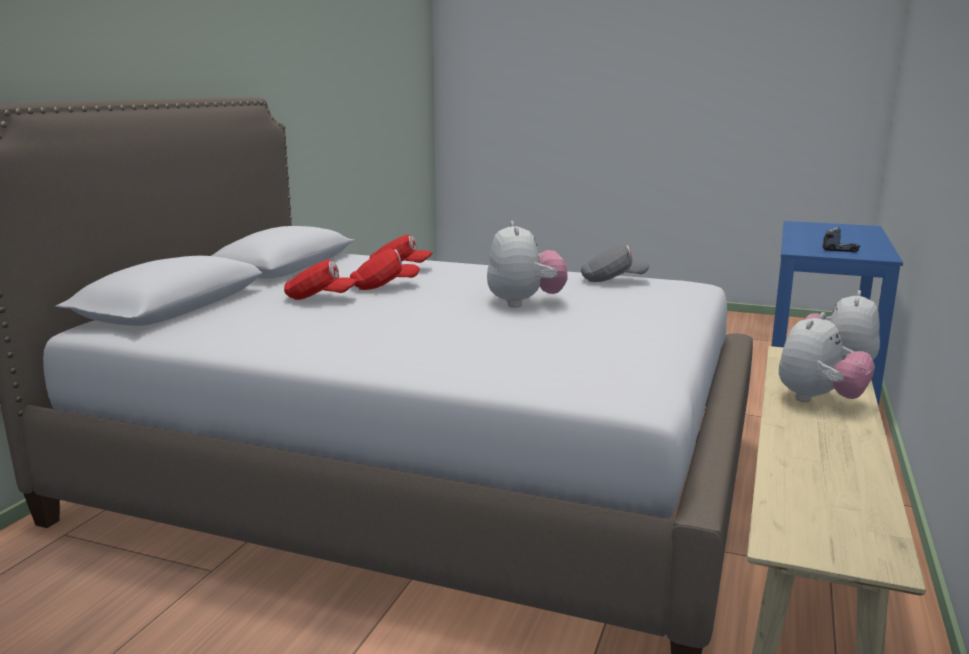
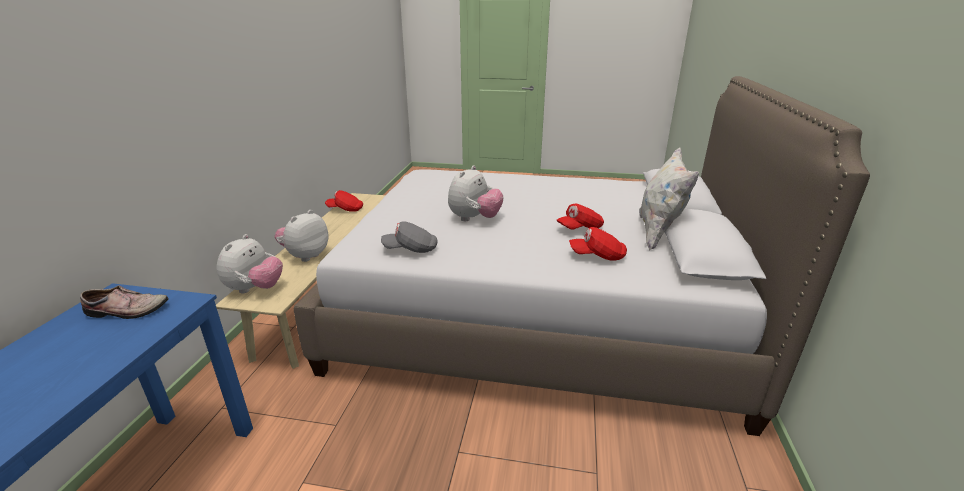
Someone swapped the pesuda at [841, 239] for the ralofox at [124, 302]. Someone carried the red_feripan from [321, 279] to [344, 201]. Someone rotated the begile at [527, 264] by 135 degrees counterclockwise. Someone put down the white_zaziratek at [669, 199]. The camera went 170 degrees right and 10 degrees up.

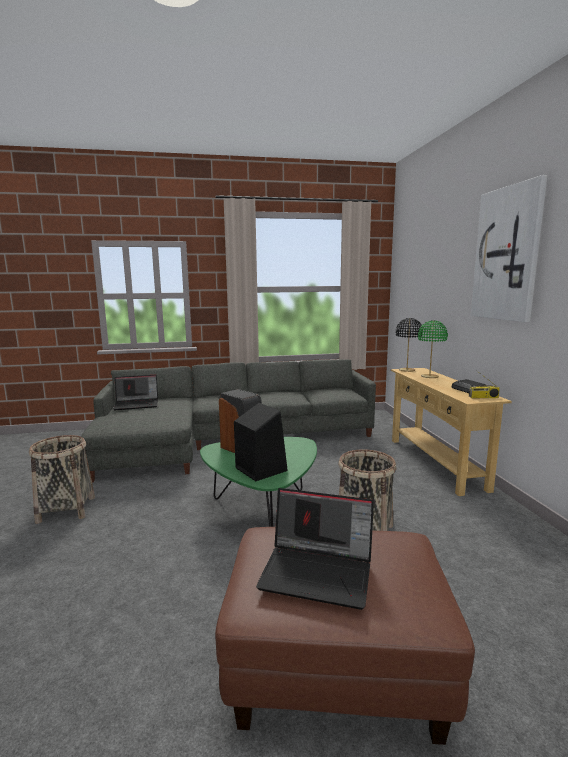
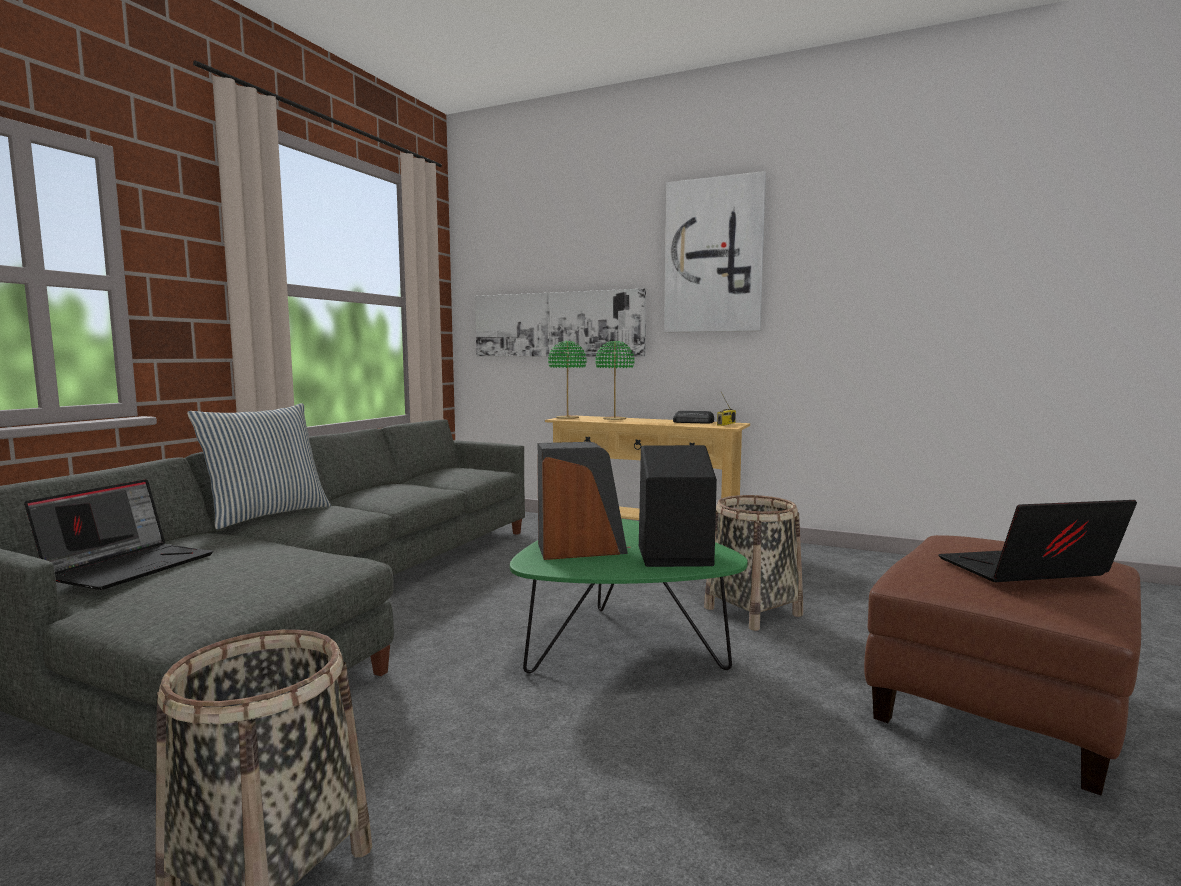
Someone put down the zaziratek at [259, 466]. Someone put up the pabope at [560, 322]. Someone repainted the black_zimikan at [409, 345], which became the green_zimikan at [567, 380]. Someone rotated the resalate at [315, 549] by 150 degrees counterclockwise. The camera went 55 degrees left and 5 degrees down.

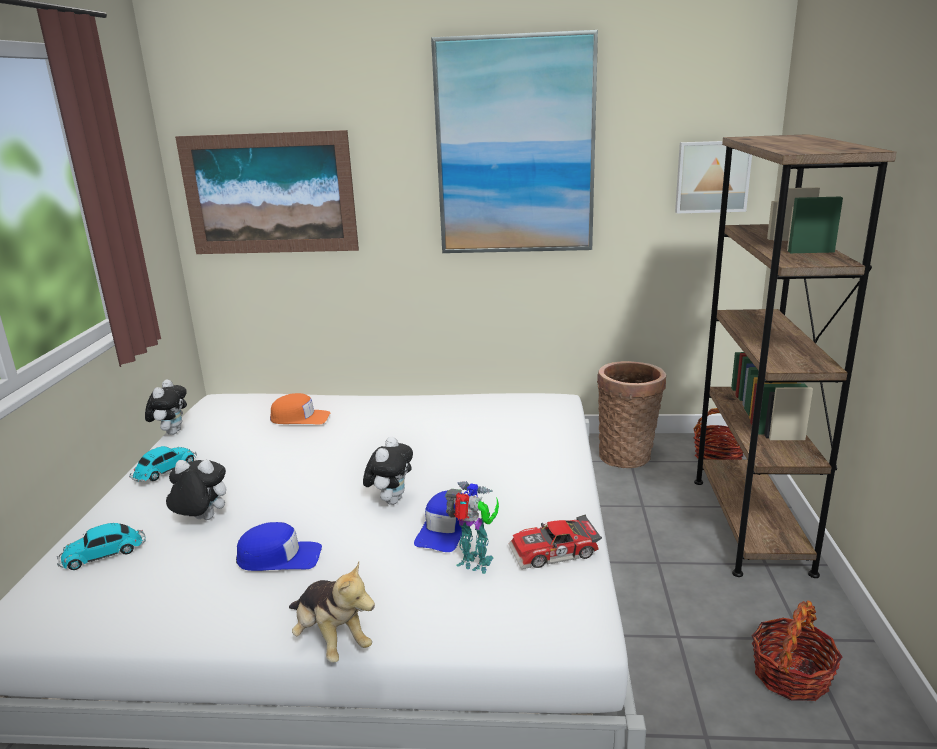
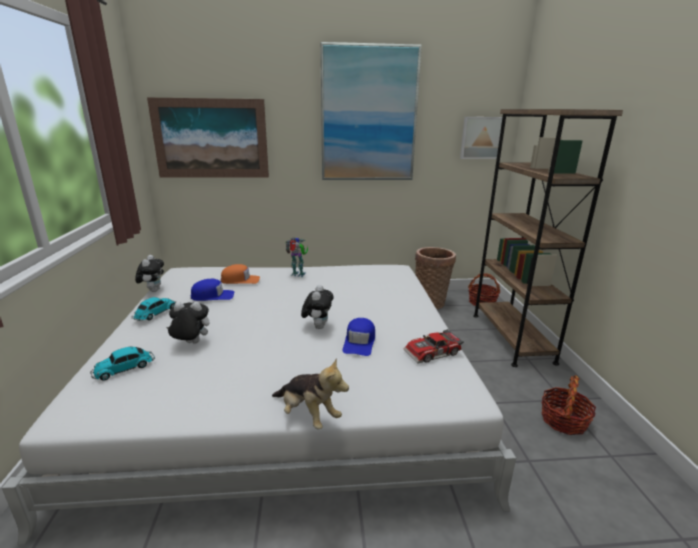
Someone carried the blue_feripan from [279, 546] to [212, 290]. Someone carried the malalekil from [471, 527] to [297, 257]. The camera went 10 degrees left and 0 degrees up.

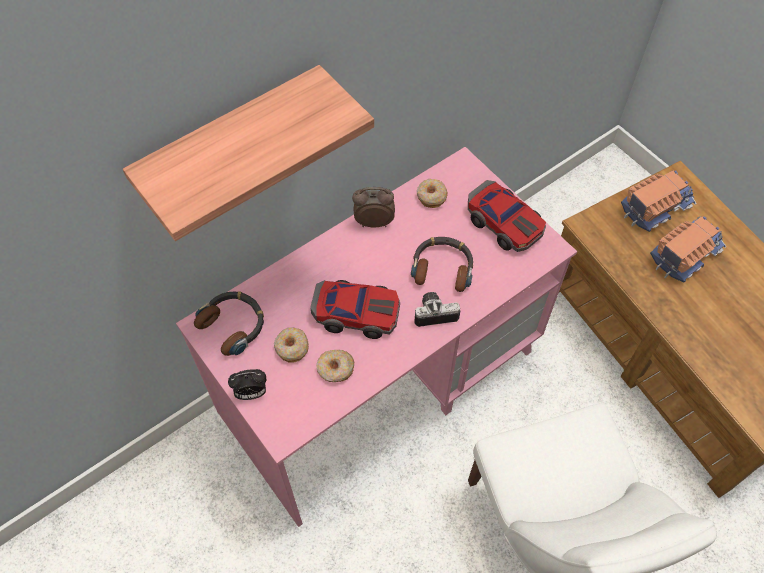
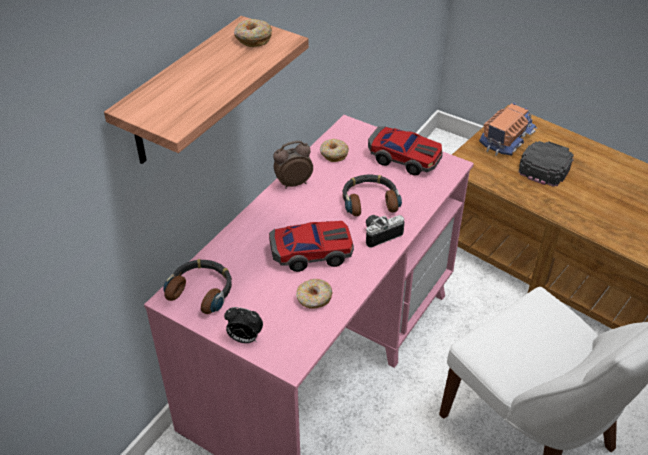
Someone rotated the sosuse at [247, 384] by 45 degrees clockwise. Someone carried the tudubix from [291, 345] to [253, 33]. Someone swapped the pesuda at [688, 249] for the black_feripan at [546, 164]. The camera went 20 degrees left and 15 degrees down.

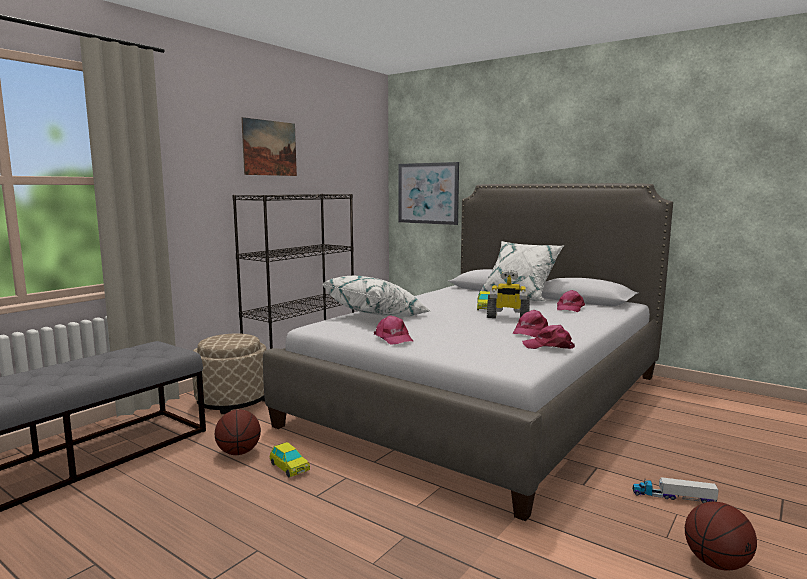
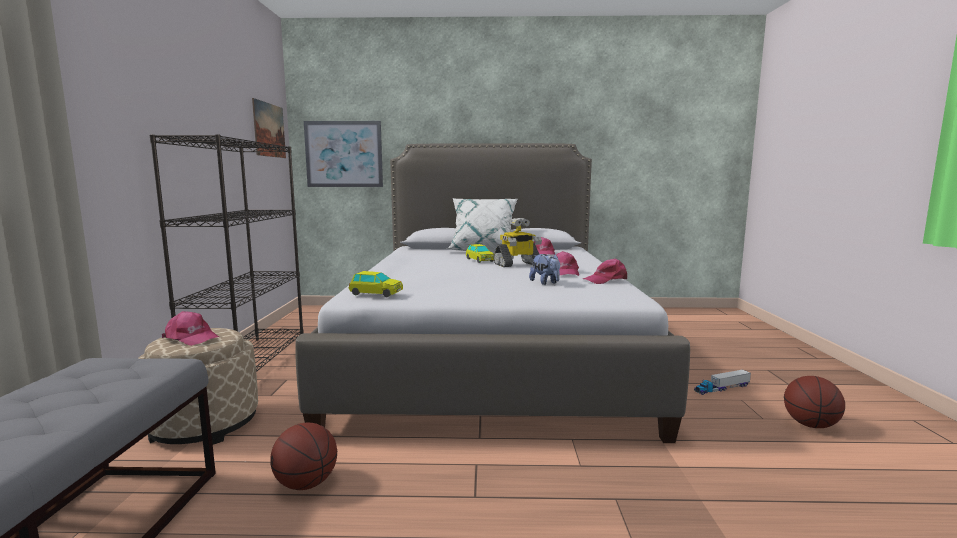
Someone carried the pink_feripan from [394, 330] to [190, 328]. Someone carried the pabope from [269, 146] to [269, 128]. Someone carried the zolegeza from [290, 459] to [376, 284]. Someone put down the begile at [544, 269]. Someone took away the white_zaziratek at [376, 296]. The camera went 35 degrees left and 0 degrees up.

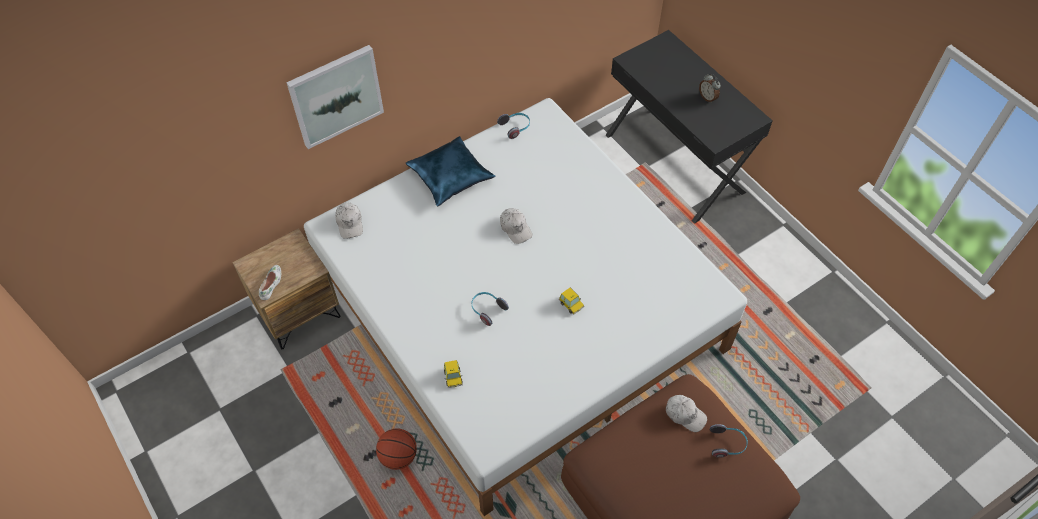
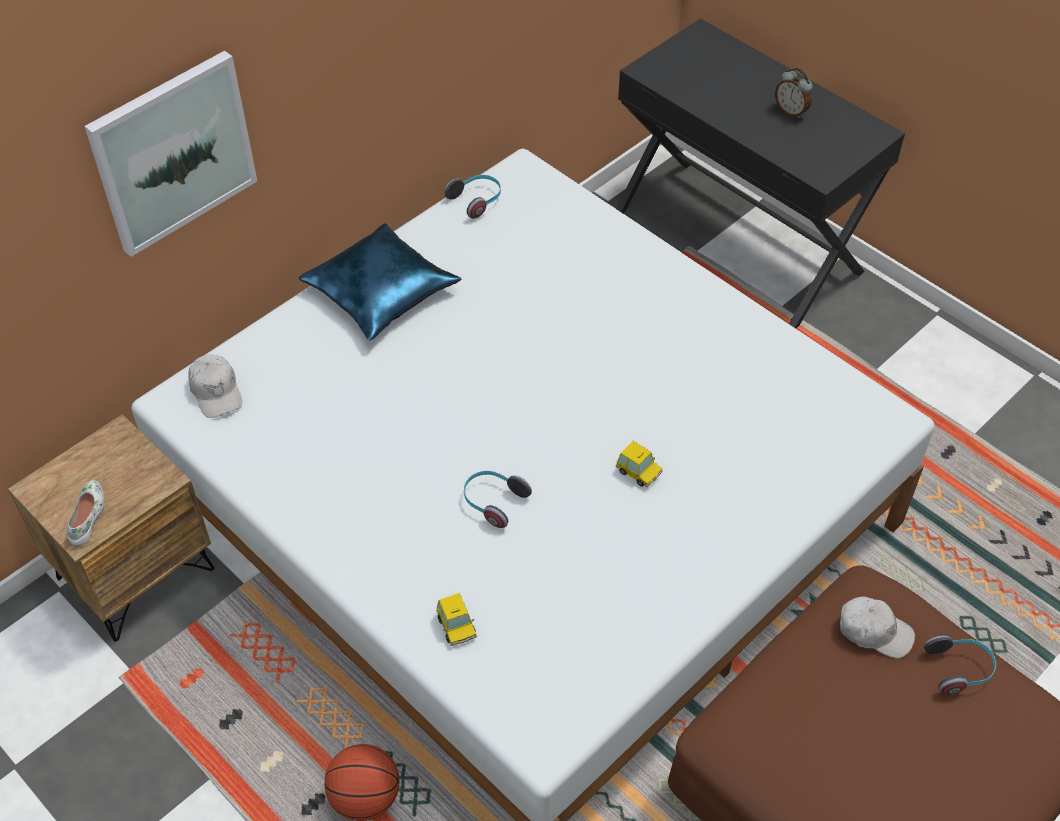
Someone took away the white_feripan at [516, 226]. The camera went 10 degrees left and 5 degrees down.

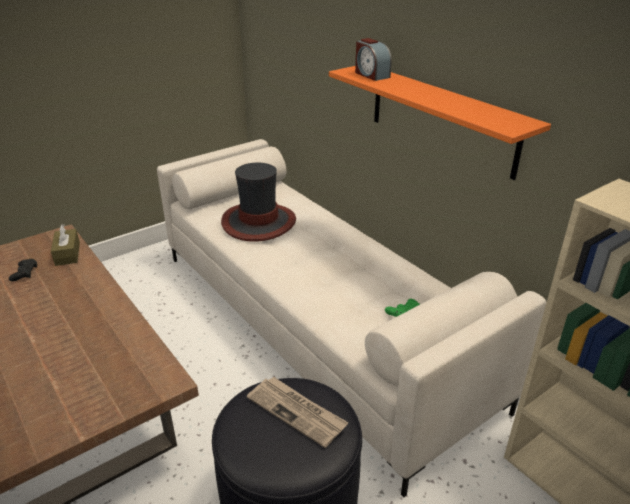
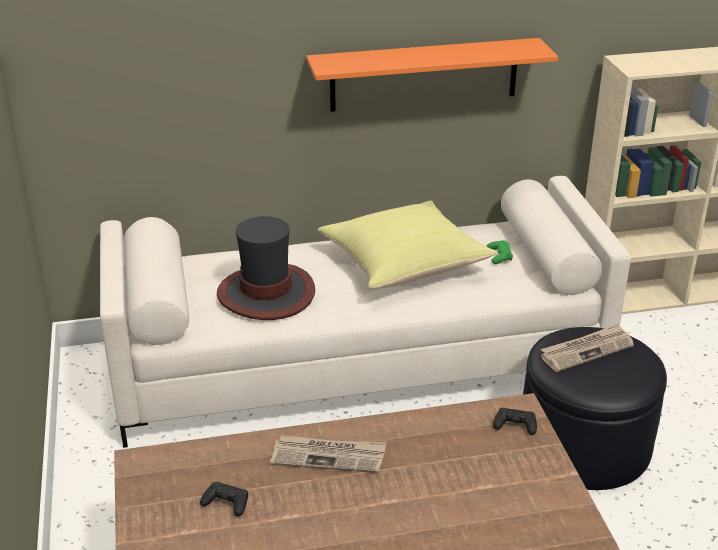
Someone put down the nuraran at [328, 454]. Someone put down the yellow_zaziratek at [407, 245]. Someone put down the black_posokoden at [515, 421]. Someone took away the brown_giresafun at [65, 245]. Someone took away the sosuse at [373, 59]. The camera went 65 degrees left and 0 degrees up.

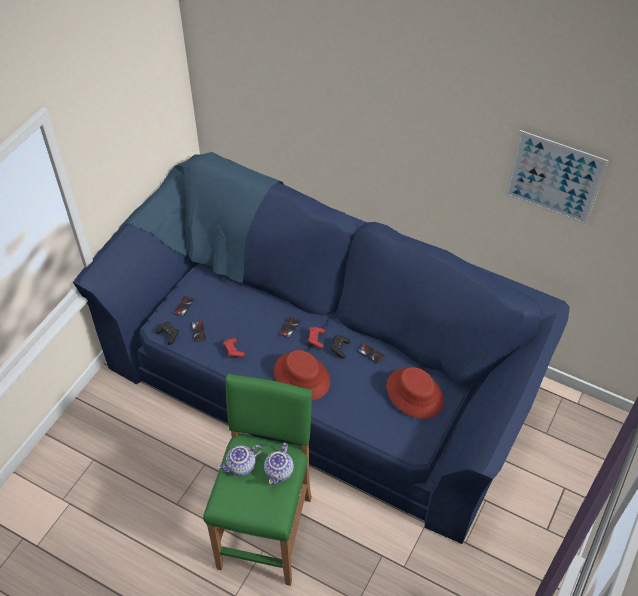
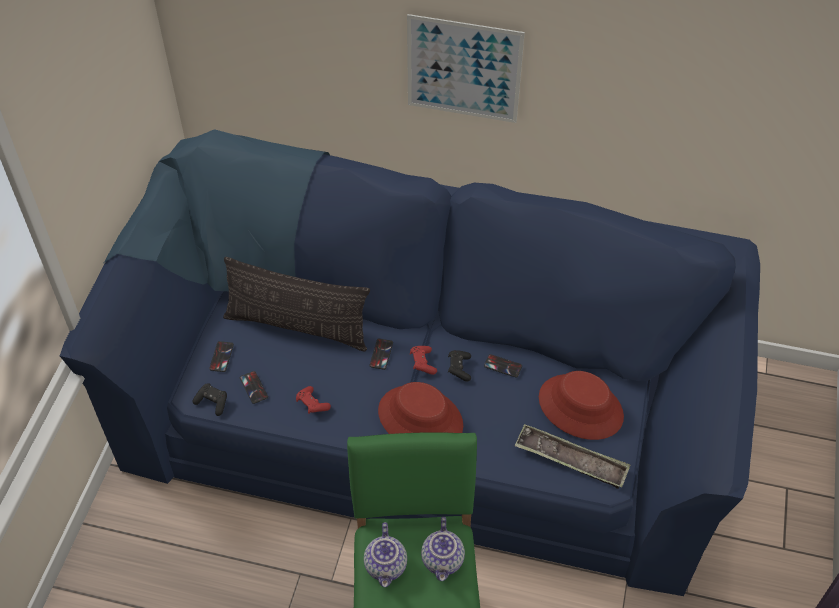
Someone put down the zaziratek at [296, 304]. Someone rotated the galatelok at [239, 460] by 45 degrees counterclockwise. Someone carried the pabope from [557, 177] to [466, 68]. Someone put down the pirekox at [573, 456]. The camera went 15 degrees left and 0 degrees up.

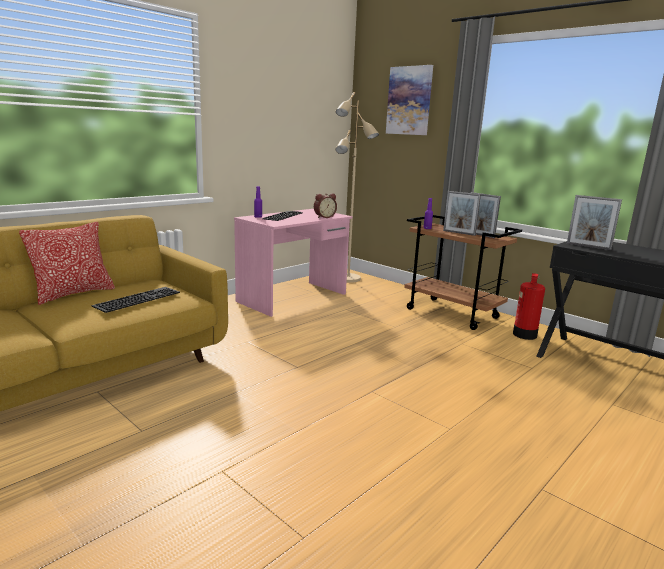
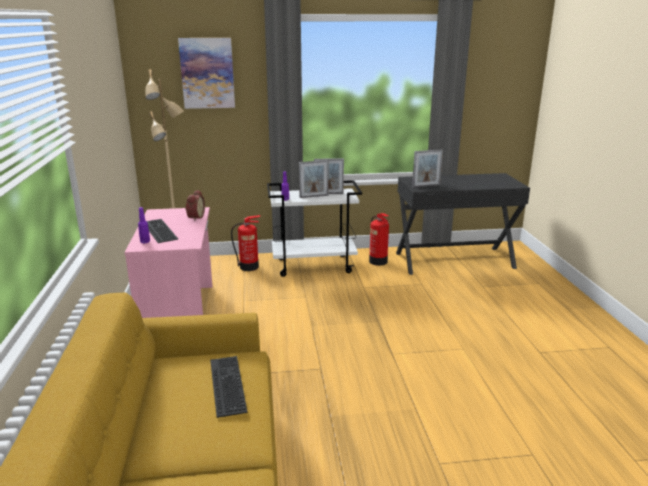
Someone put down the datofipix at [245, 243]. Someone repainted the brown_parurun at [463, 272], which became the white_parurun at [314, 228]. Someone took away the zaziratek at [67, 263]. The camera went 50 degrees left and 5 degrees up.

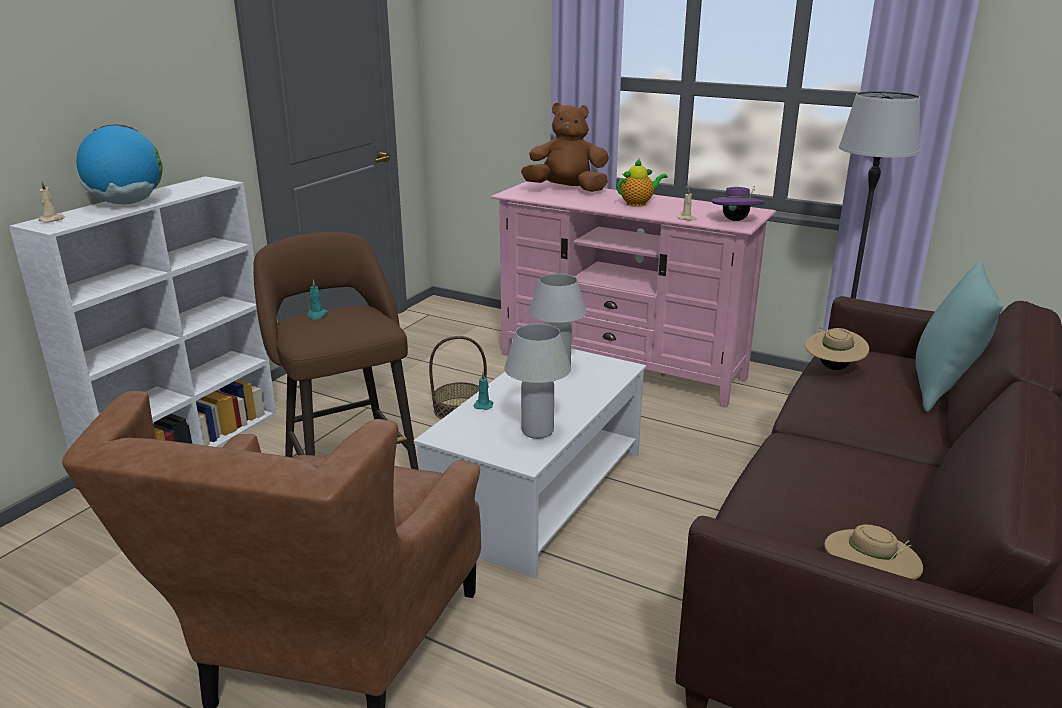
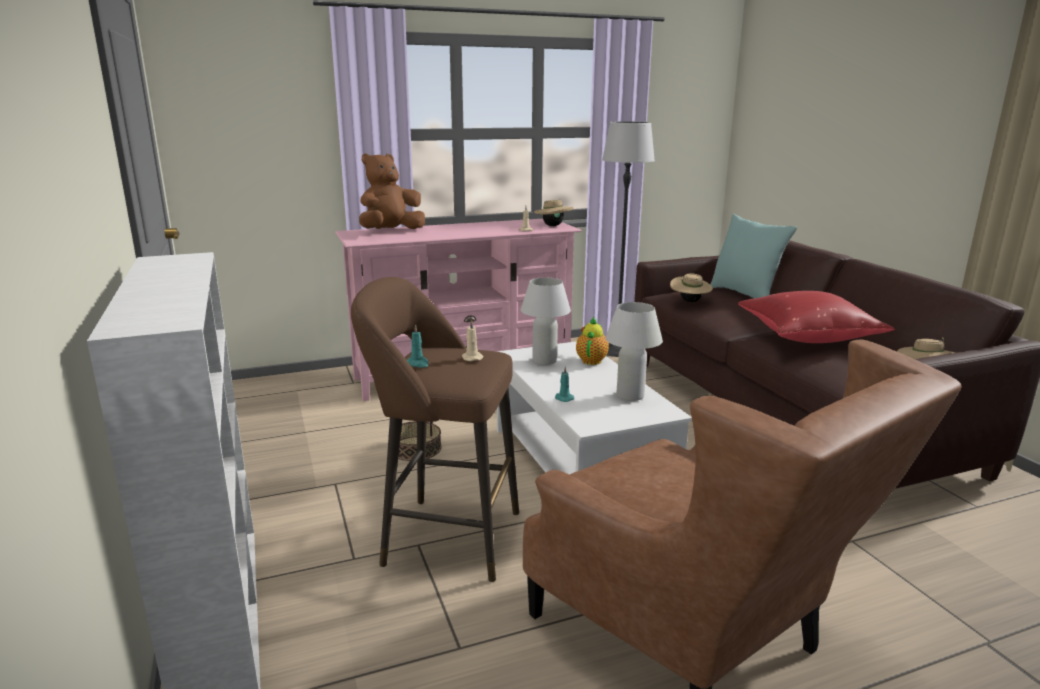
Someone carried the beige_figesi from [52, 202] to [472, 340]. Someone repainted the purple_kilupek at [738, 203], which became the beige_kilupek at [554, 212]. Someone carried the galatelok from [642, 182] to [592, 341]. Someone put down the red_zaziratek at [816, 317]. Someone took away the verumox at [119, 164]. The camera went 50 degrees left and 5 degrees down.

